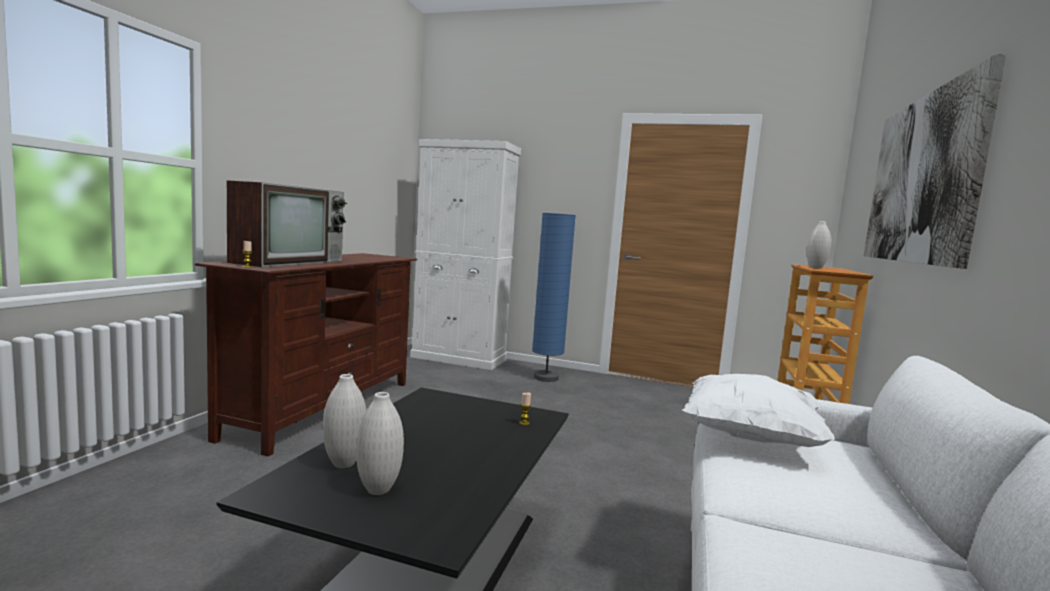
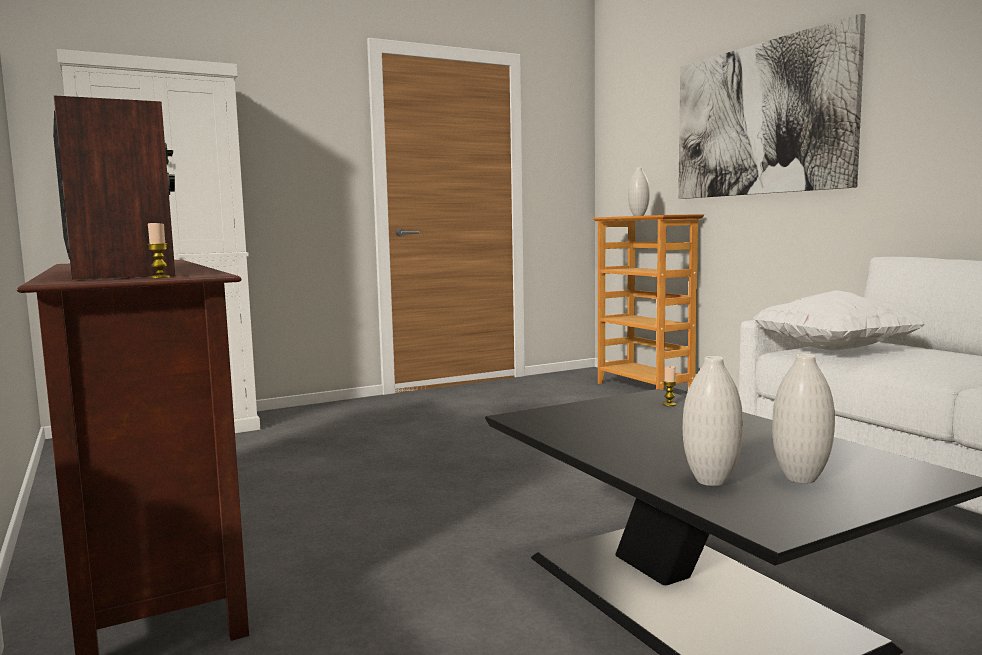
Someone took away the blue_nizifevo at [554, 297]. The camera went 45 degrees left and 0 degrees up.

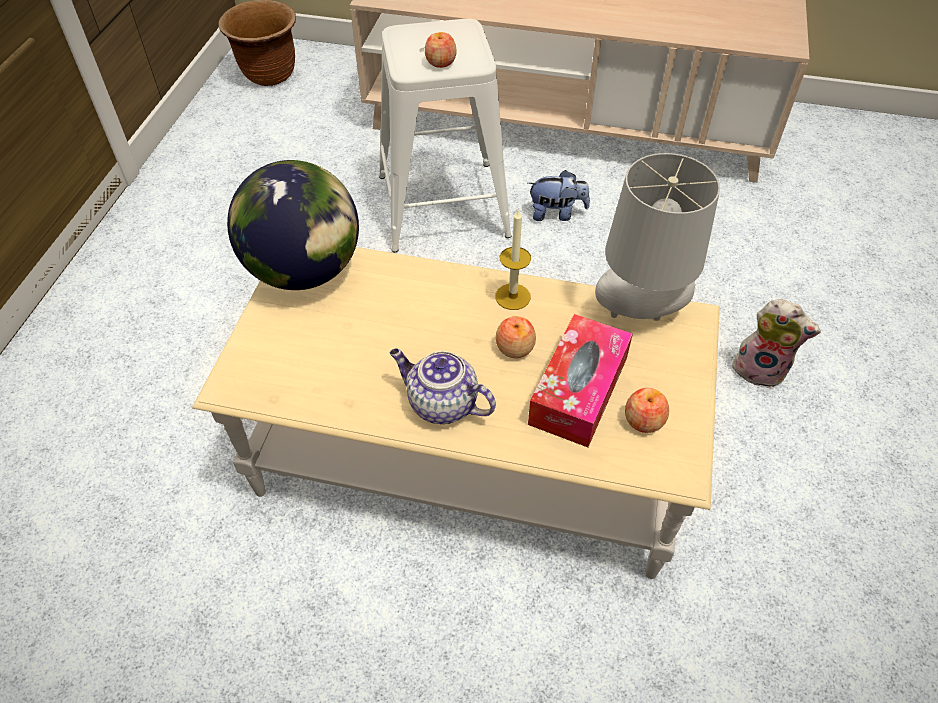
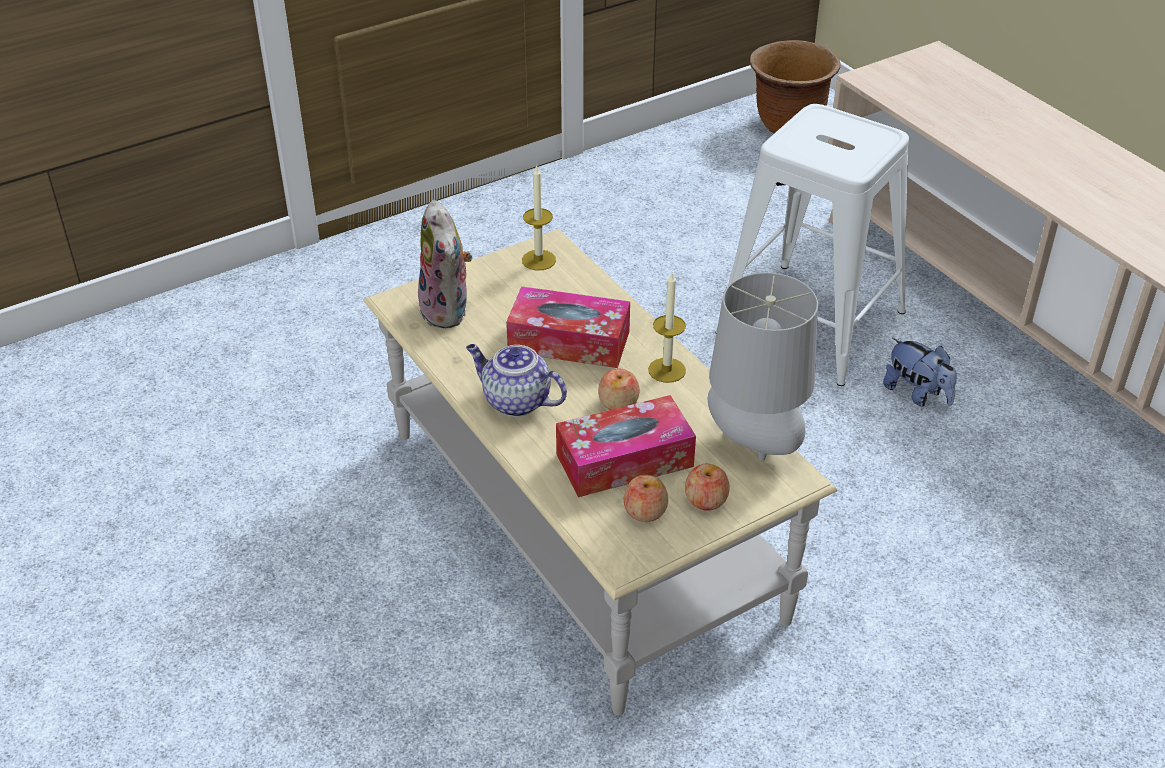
Someone carried the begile from [776, 344] to [444, 264]. Someone rotated the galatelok at [443, 386] by 45 degrees counterclockwise. Someone put down the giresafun at [568, 327]. Someone swapped the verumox at [293, 225] for the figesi at [539, 218]. Someone carried the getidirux from [441, 50] to [707, 487]. The camera went 45 degrees right and 10 degrees down.

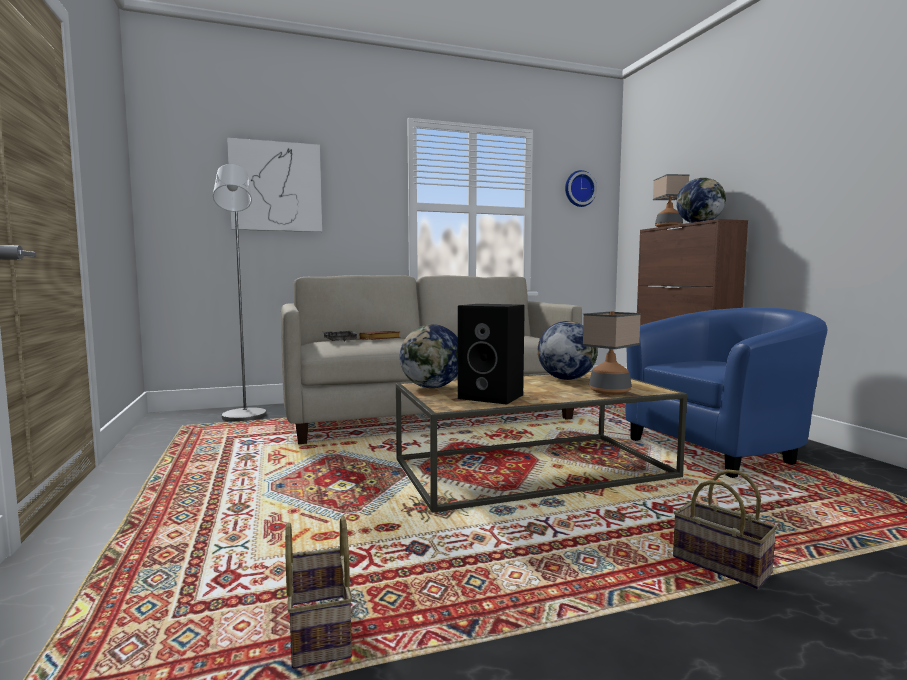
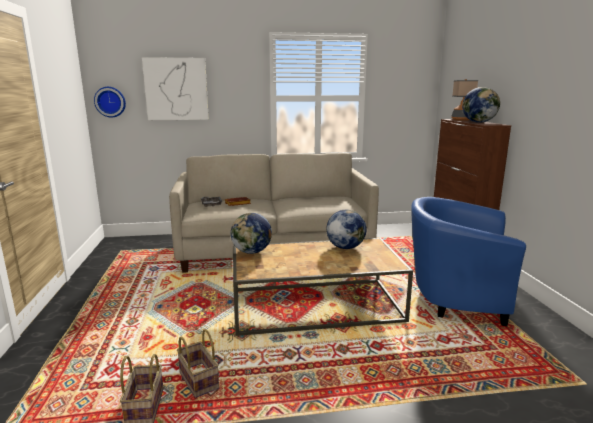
Someone carried the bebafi from [581, 188] to [110, 102]. Someone carried the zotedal from [725, 529] to [198, 363]. Someone rotated the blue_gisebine at [726, 392] by 150 degrees counterclockwise. Someone took away the grey_nizifevo at [240, 293]. Someone took away the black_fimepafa at [491, 354]. Someone took away the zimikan at [612, 353]. The camera went 10 degrees right and 10 degrees up.

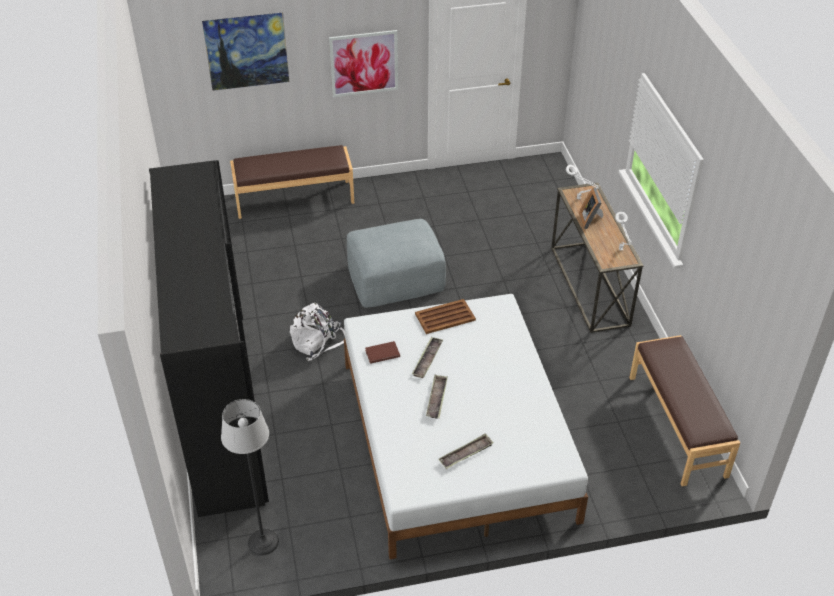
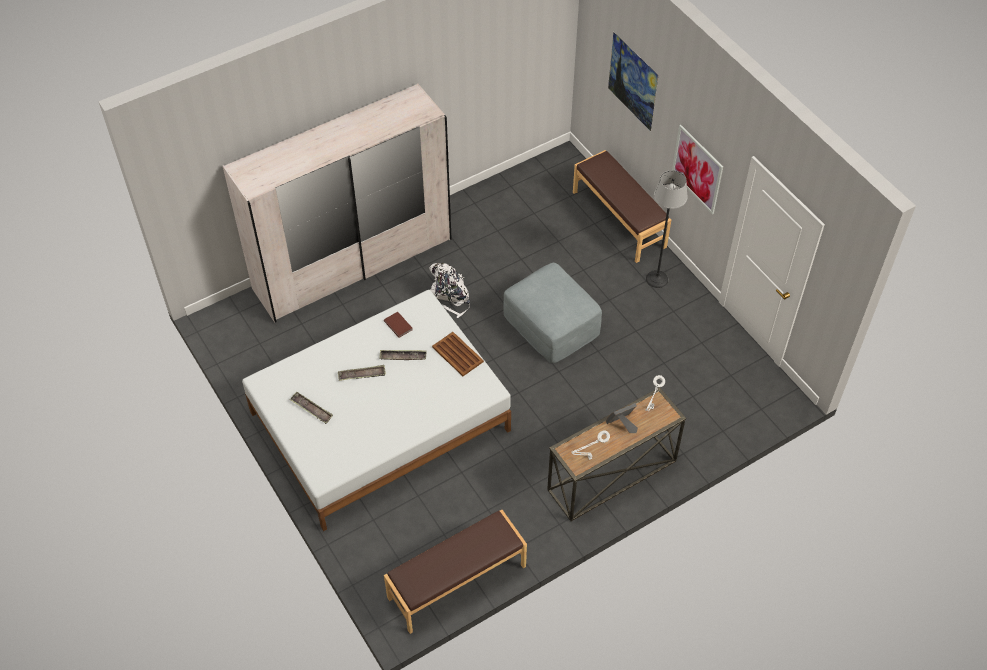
Someone repainted the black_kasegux at [209, 338], which became the white_kasegux at [337, 203]. Someone carried the nizifevo from [250, 477] to [667, 229]. The camera went 70 degrees right and 10 degrees up.

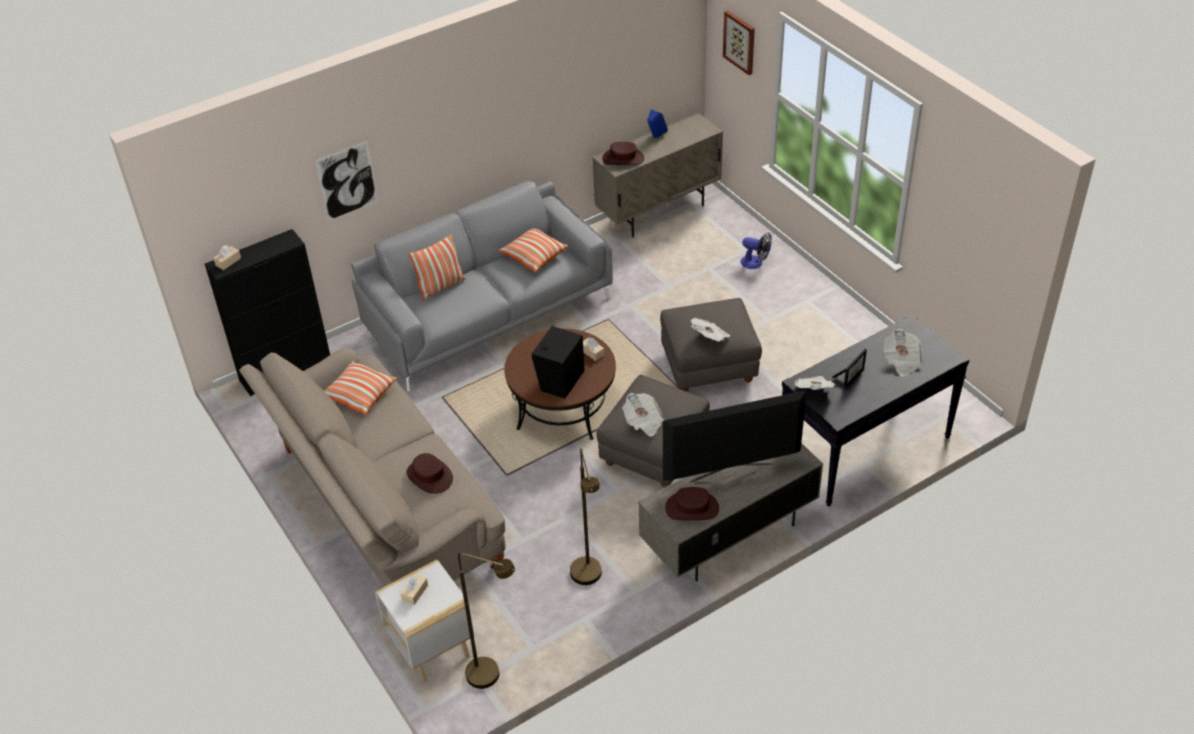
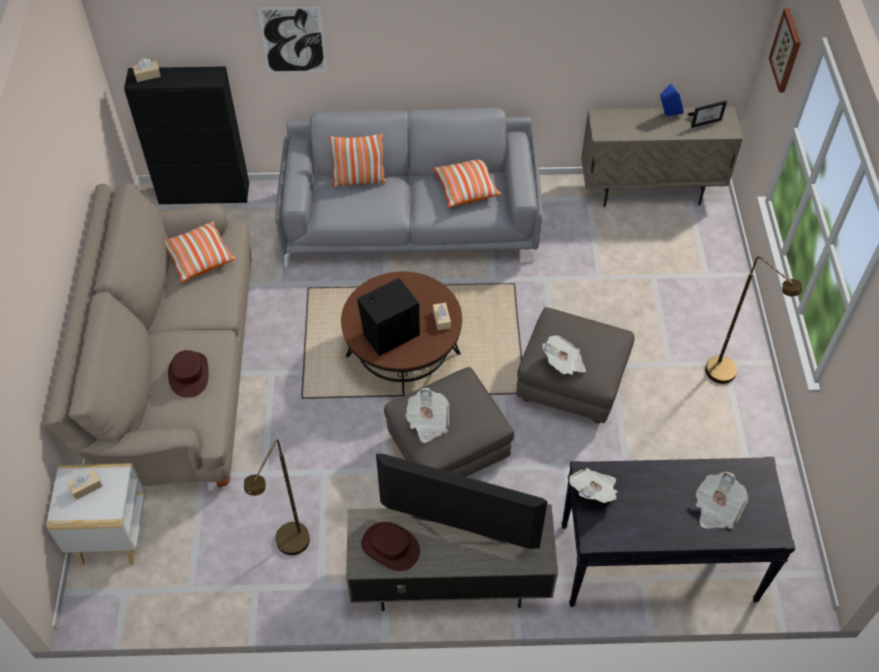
Someone carried the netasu from [849, 369] to [707, 114]. Someone carried the brown_nizifevo from [486, 621] to [753, 320]. Someone took away the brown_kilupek at [623, 153]. Someone took away the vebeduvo at [756, 251]. The camera went 30 degrees right and 10 degrees up.

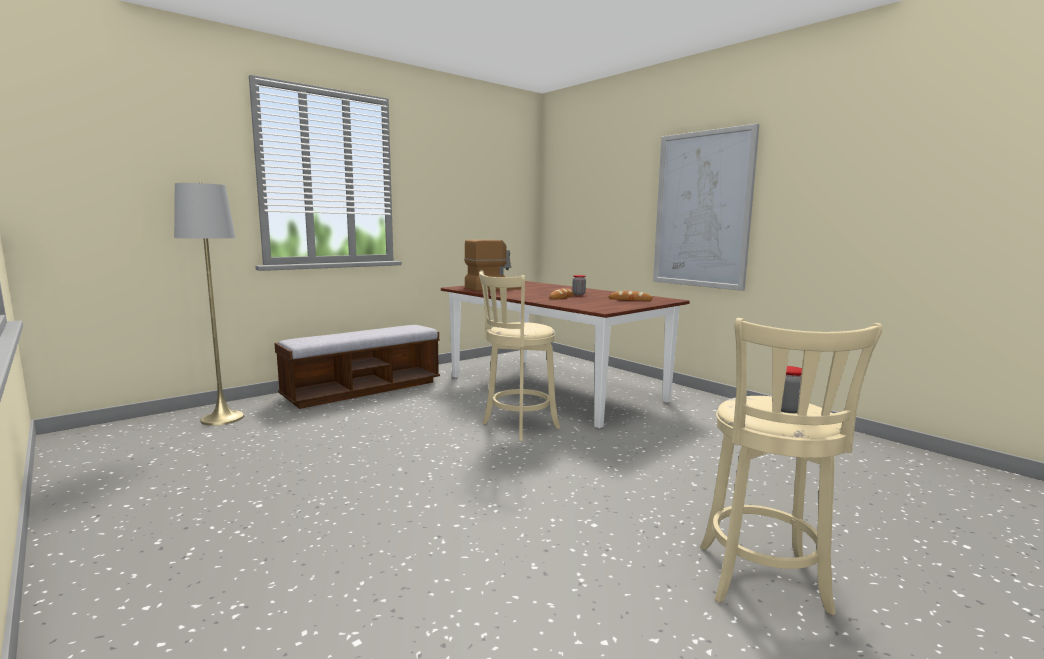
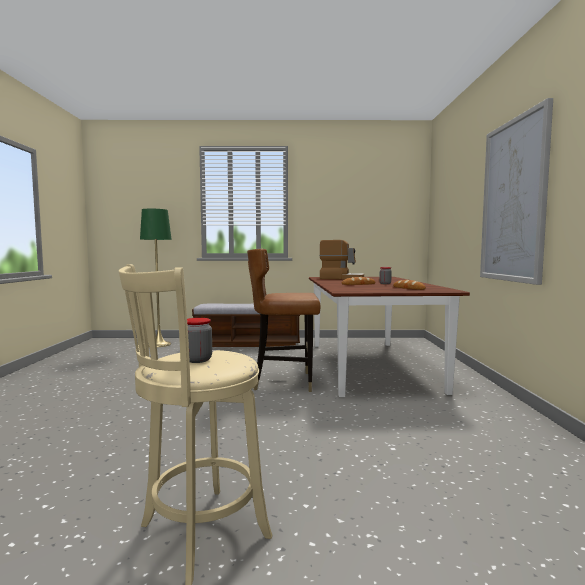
Someone repainted the grey_nizifevo at [209, 304], which became the green_nizifevo at [156, 278]. Someone swapped the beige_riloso at [519, 355] for the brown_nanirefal at [284, 320]. The camera went 40 degrees right and 5 degrees down.

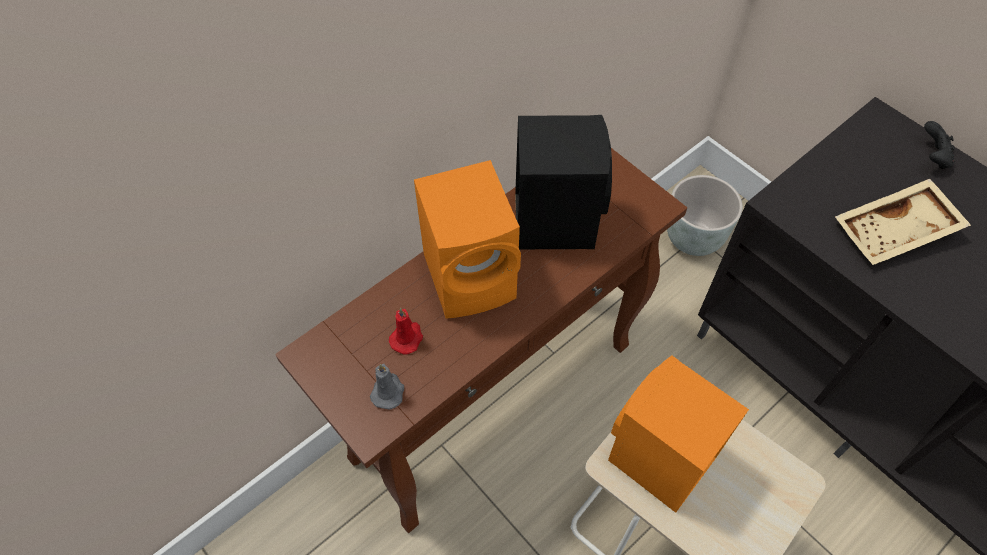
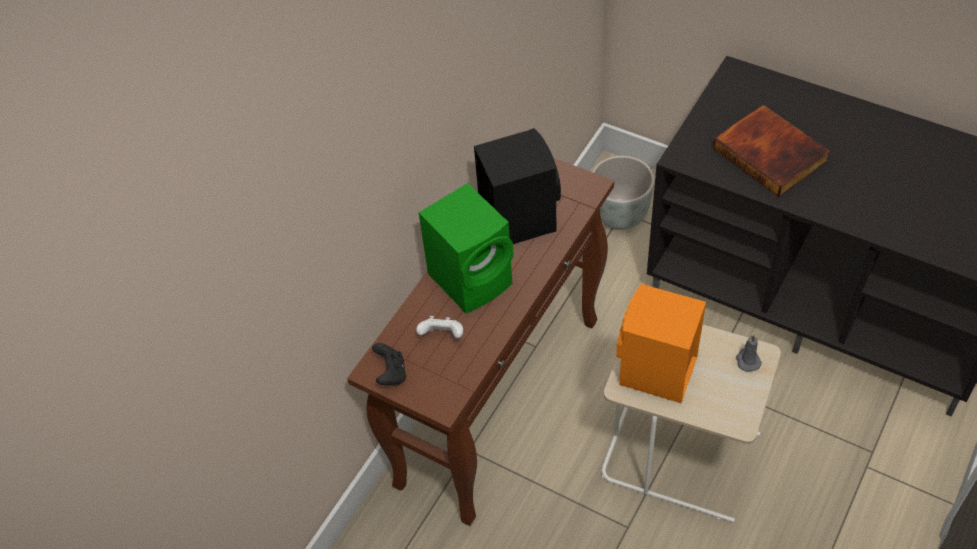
Someone carried the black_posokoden from [939, 145] to [389, 364]. Someone swapped the red_figesi at [406, 331] for the white_posokoden at [439, 327]. Someone repainted the orange_fimepafa at [467, 239], which became the green_fimepafa at [466, 248]. Someone swapped the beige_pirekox at [903, 222] for the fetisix at [771, 151]. Someone carried the grey_figesi from [387, 386] to [749, 353]. The camera went 15 degrees left and 5 degrees down.

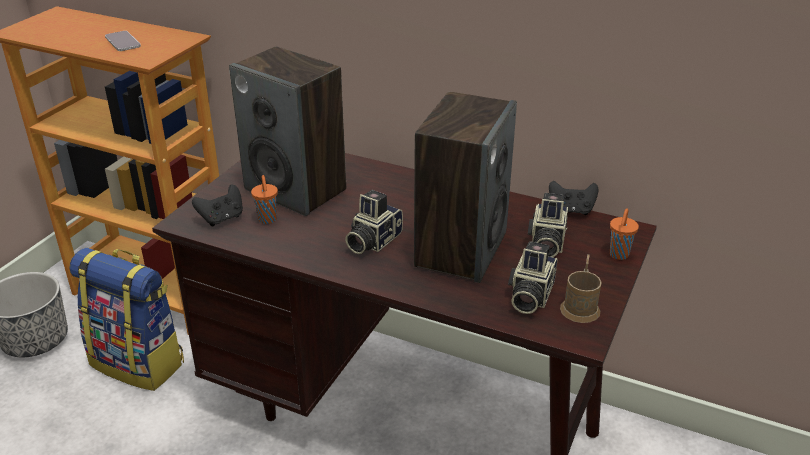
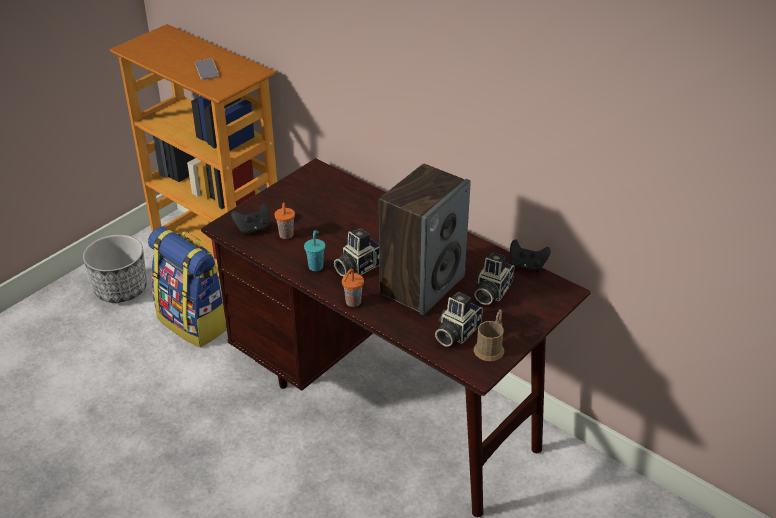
Someone put down the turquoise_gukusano at [314, 250]. Someone carried the orange_gukusano from [624, 234] to [353, 288]. Someone took away the fimepafa at [287, 131]. The camera went 15 degrees right and 5 degrees up.

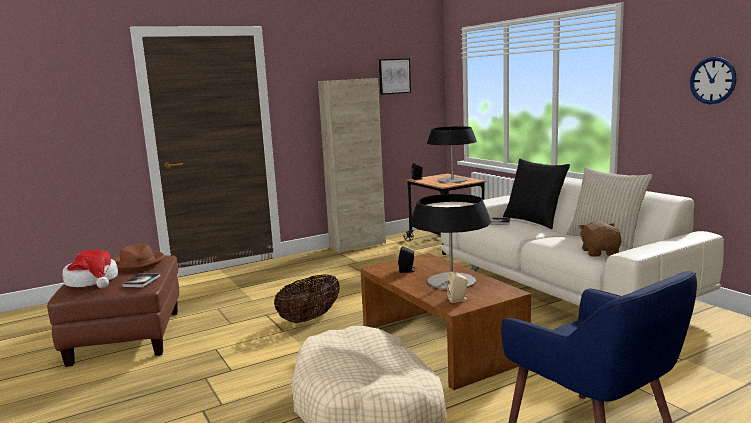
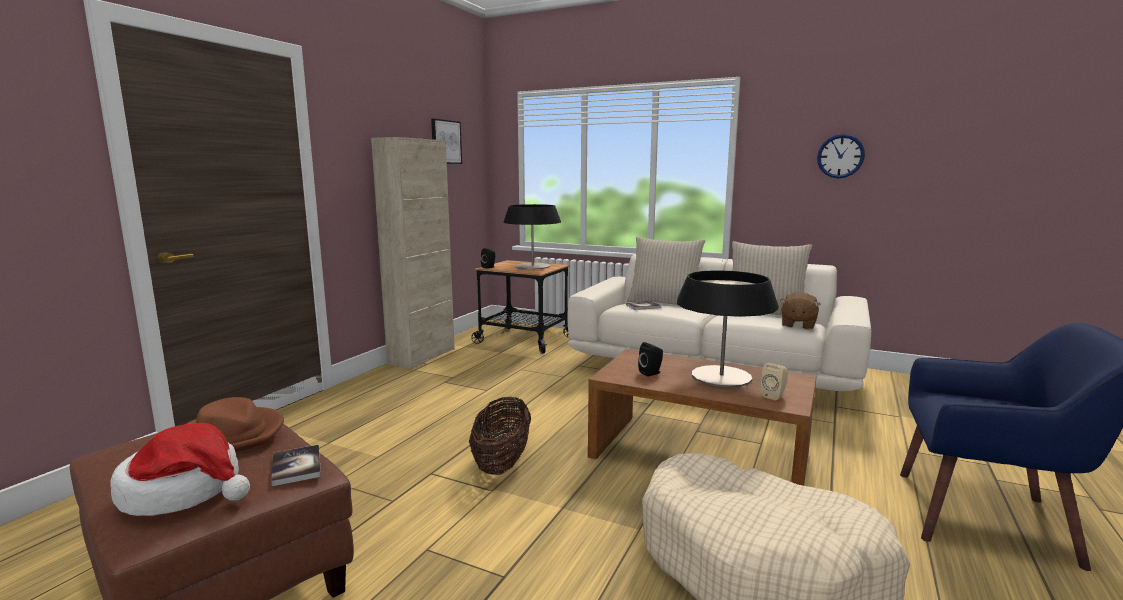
Someone repainted the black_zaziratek at [536, 194], which became the beige_zaziratek at [666, 271]. Someone rotated the brown_begile at [600, 239] by 120 degrees counterclockwise. The camera went 35 degrees left and 0 degrees up.

